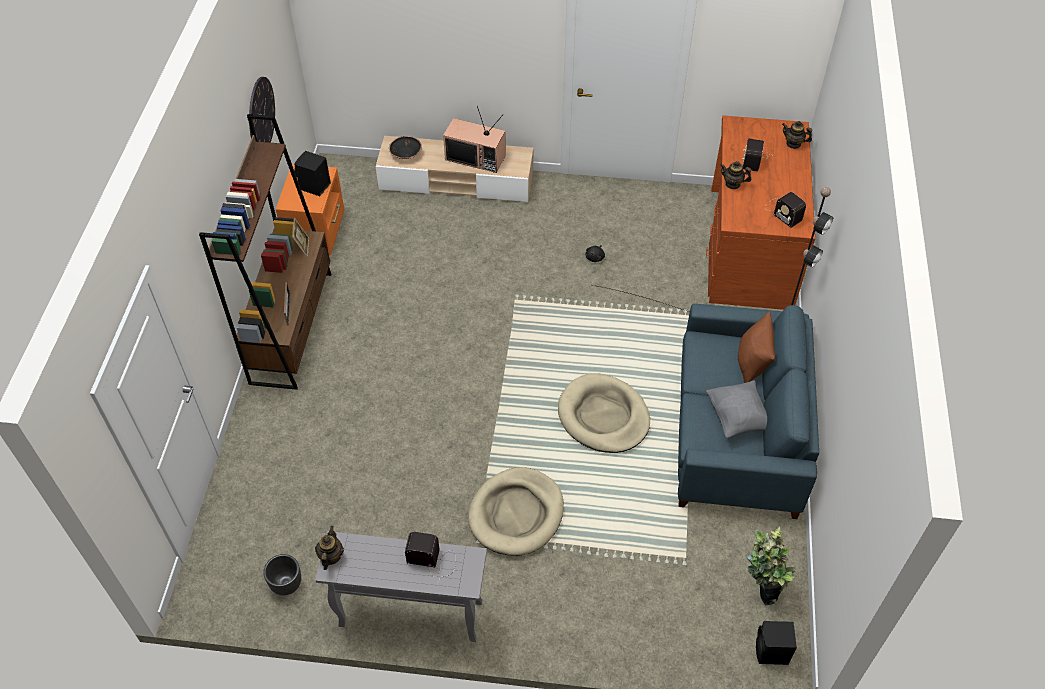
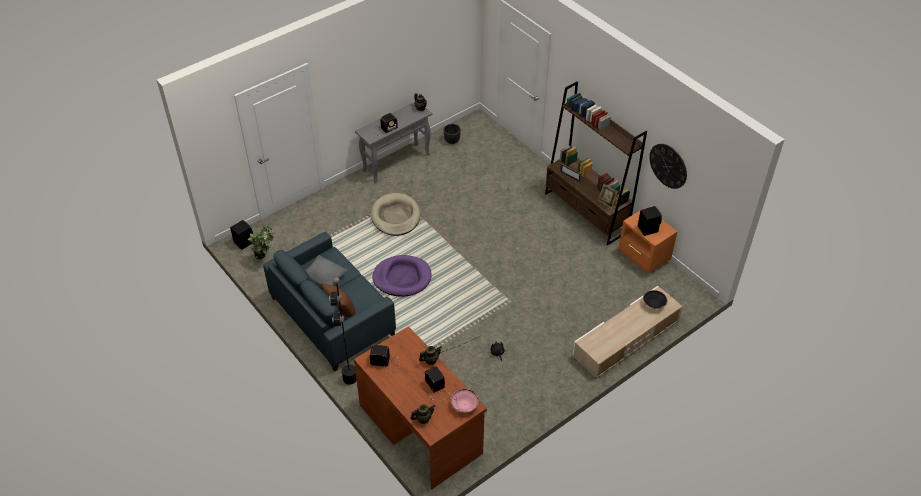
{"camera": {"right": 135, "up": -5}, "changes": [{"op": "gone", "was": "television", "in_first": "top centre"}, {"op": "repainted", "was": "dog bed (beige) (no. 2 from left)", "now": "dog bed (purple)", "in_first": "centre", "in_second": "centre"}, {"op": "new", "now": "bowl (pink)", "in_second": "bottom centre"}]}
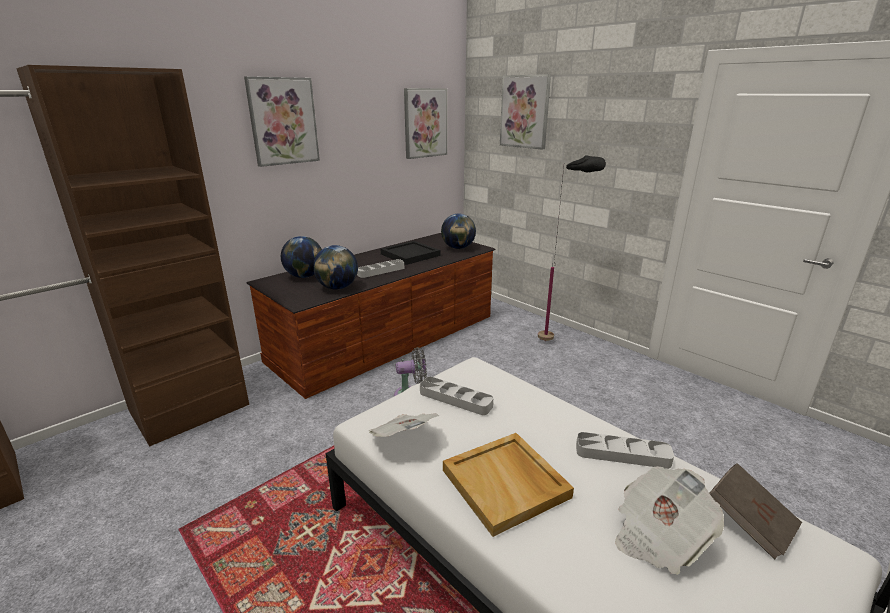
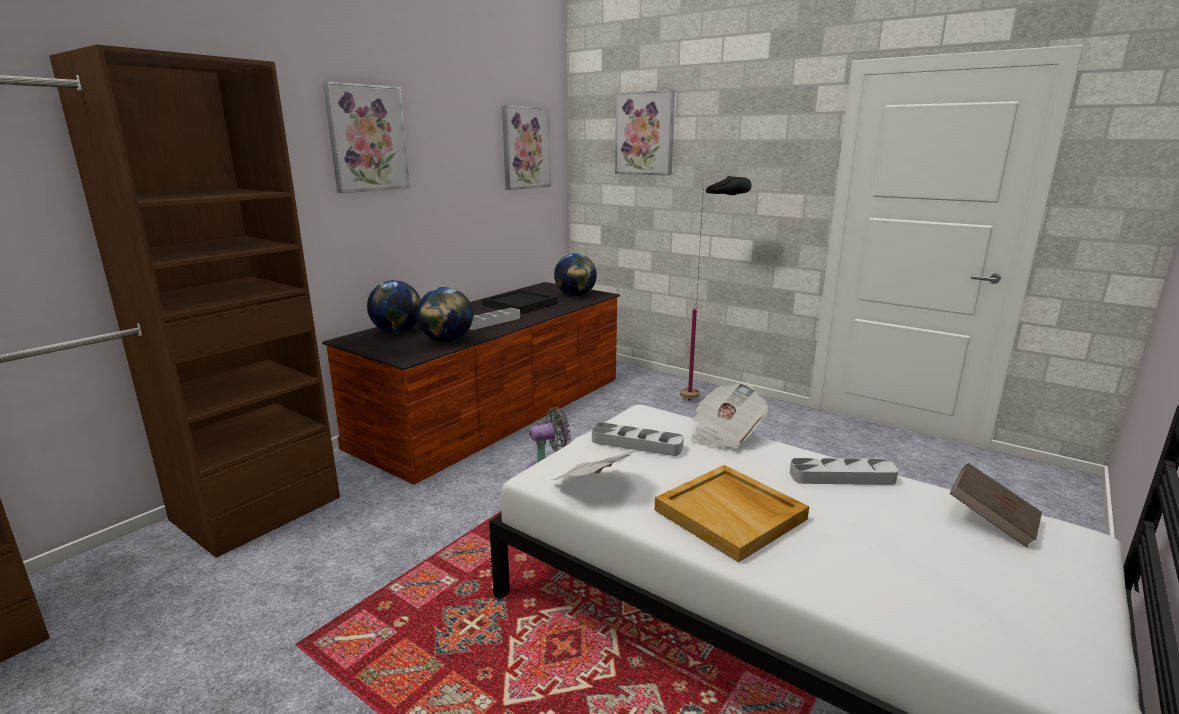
{"camera": {"right": -10, "up": -5}, "changes": [{"op": "shifted", "was": "newspaper (no. 2 from left)", "in_first": "bottom right", "in_second": "centre"}]}
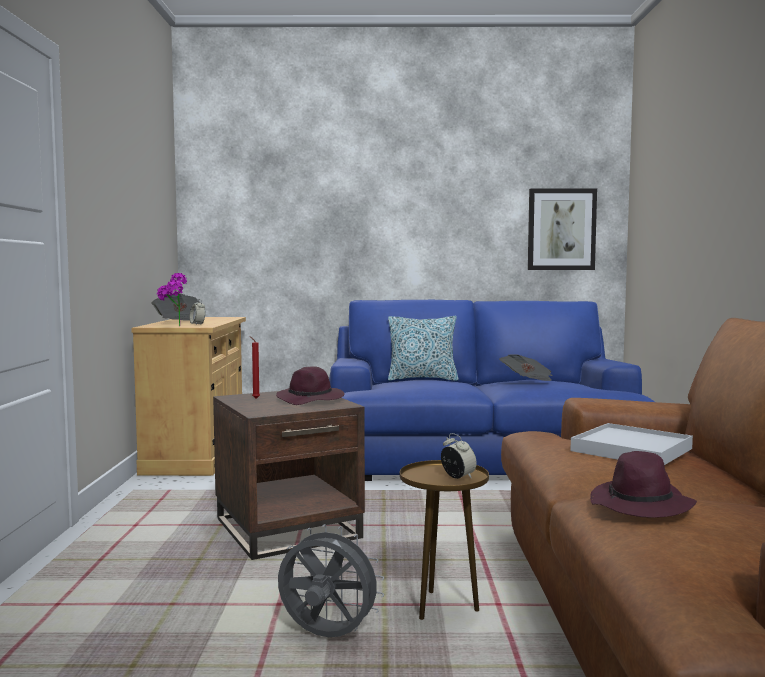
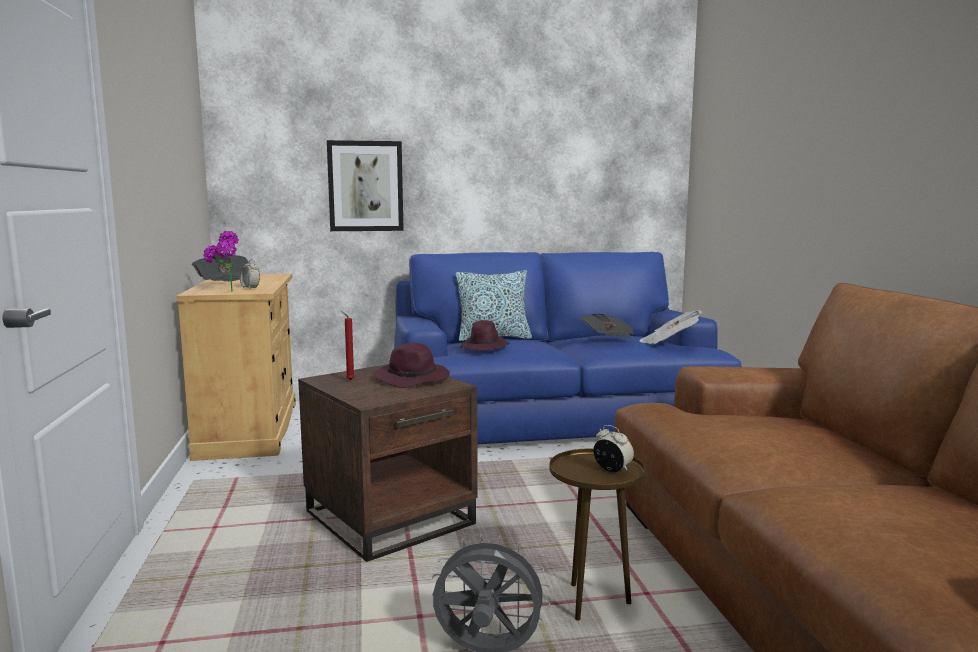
{"camera": {"right": -10, "up": 5}, "changes": [{"op": "shifted", "was": "picture", "in_first": "middle right", "in_second": "top centre"}, {"op": "gone", "was": "tray (white)", "in_first": "middle right"}, {"op": "shifted", "was": "hat (purple) (no. 2 from left)", "in_first": "bottom right", "in_second": "centre"}, {"op": "new", "now": "newspaper (no. 3 from left)", "in_second": "middle right"}]}
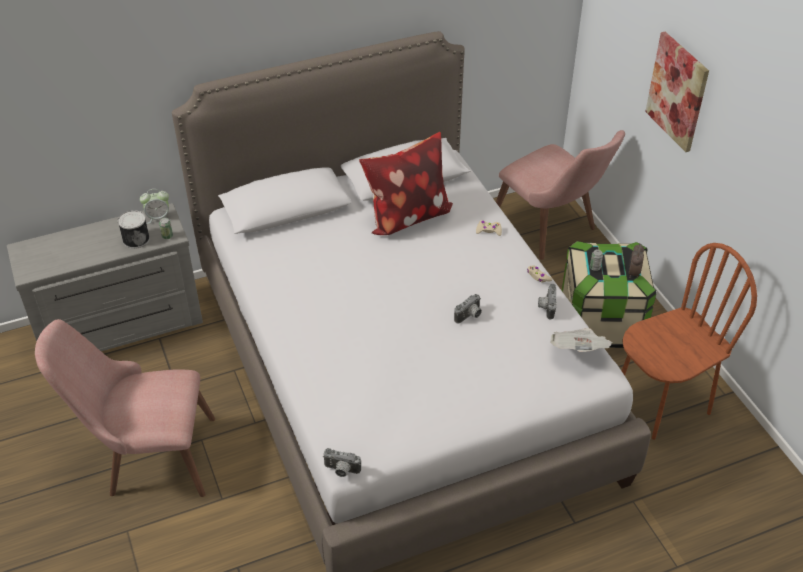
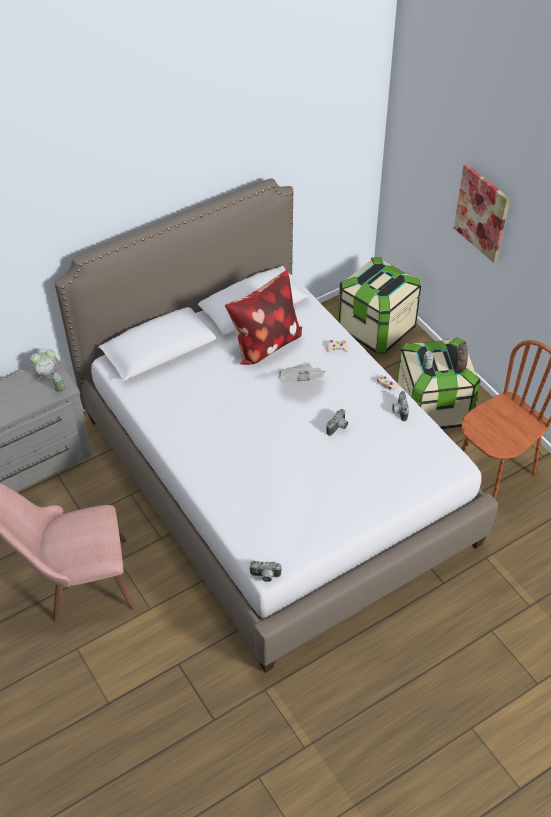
{"camera": {"right": -10, "up": 5}, "changes": [{"op": "gone", "was": "can (no. 1 from left)", "in_first": "middle left"}, {"op": "swapped", "was": "chair (pink) (no. 2 from left)", "now": "storage box (no. 1 from left)", "in_first": "middle right", "in_second": "middle right"}, {"op": "shifted", "was": "newspaper", "in_first": "middle right", "in_second": "centre"}]}
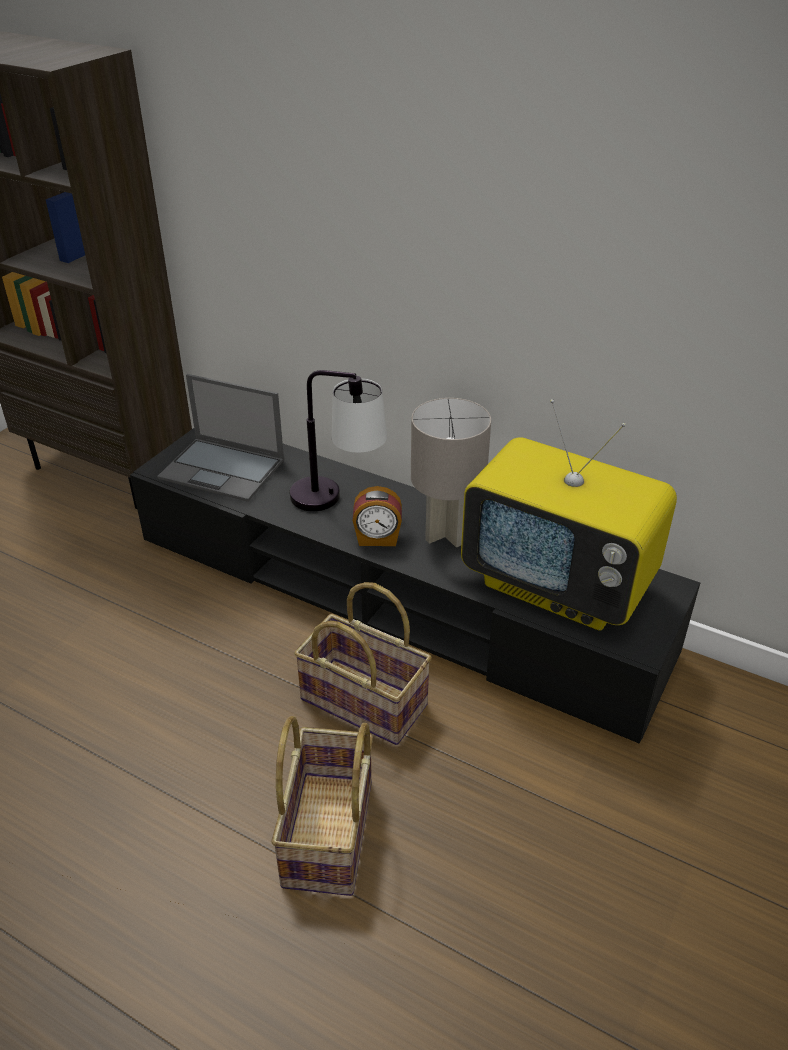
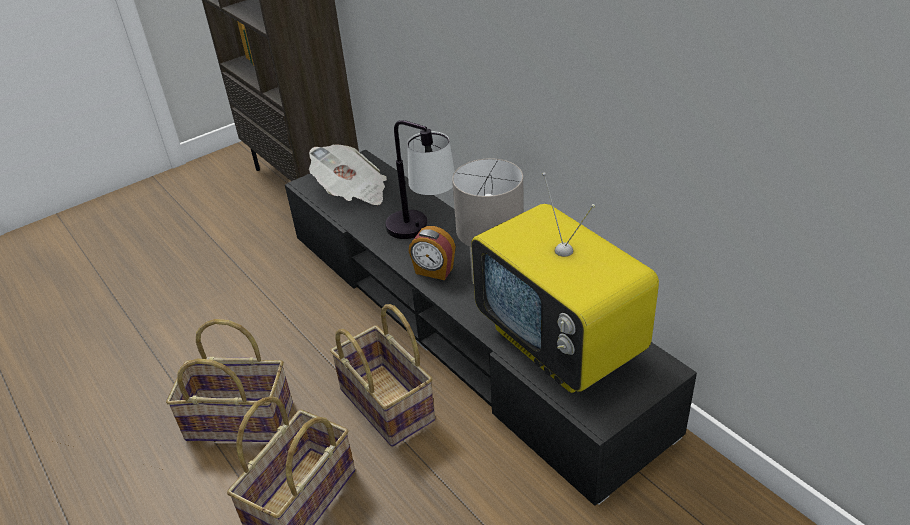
{"camera": {"right": 25, "up": 0}, "changes": [{"op": "swapped", "was": "laptop", "now": "newspaper", "in_first": "middle left", "in_second": "centre"}, {"op": "new", "now": "basket (no. 1 from left)", "in_second": "bottom left"}]}
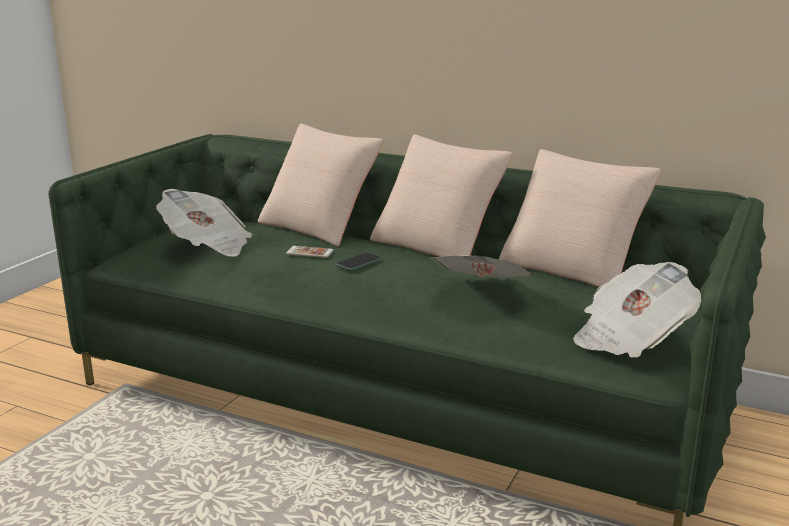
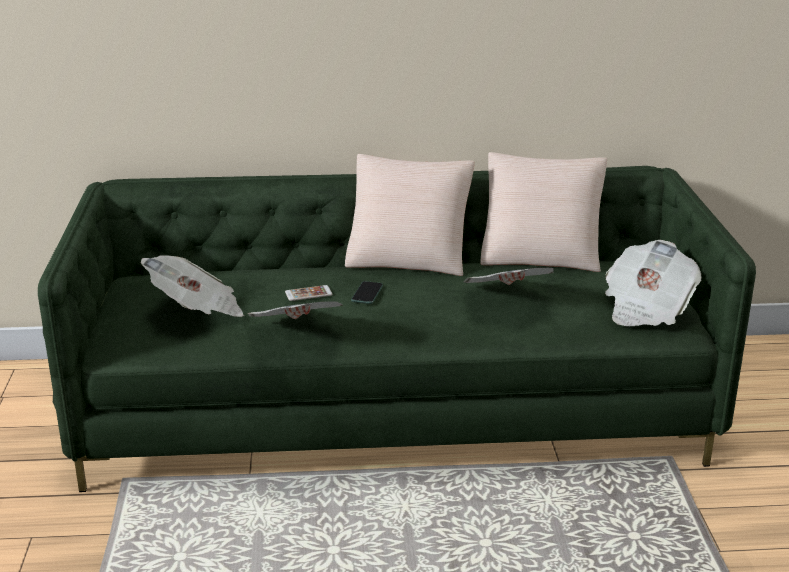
{"camera": {"right": -30, "up": 5}, "changes": [{"op": "gone", "was": "pillow (beige) (no. 1 from left)", "in_first": "centre"}, {"op": "new", "now": "newspaper (no. 2 from left)", "in_second": "centre"}]}
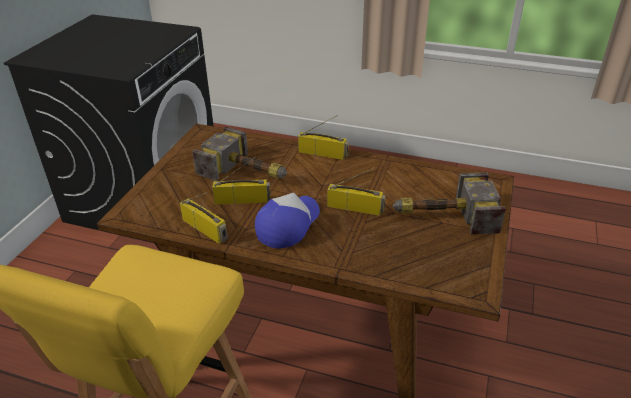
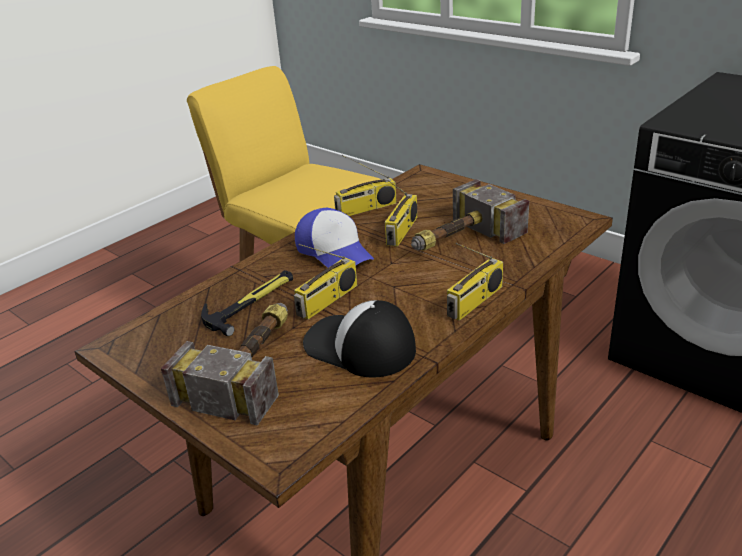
{"camera": {"right": 115, "up": -5}, "changes": [{"op": "new", "now": "hammer (no. 2 from left)", "in_second": "middle left"}, {"op": "new", "now": "cap (no. 2 from left)", "in_second": "centre"}]}
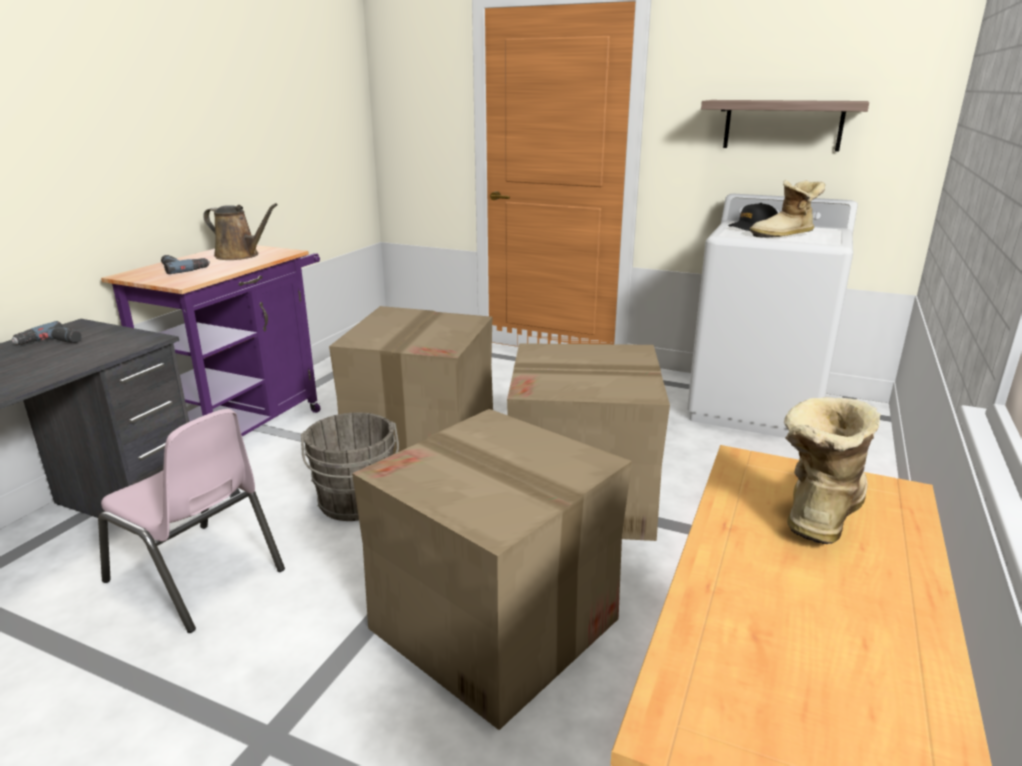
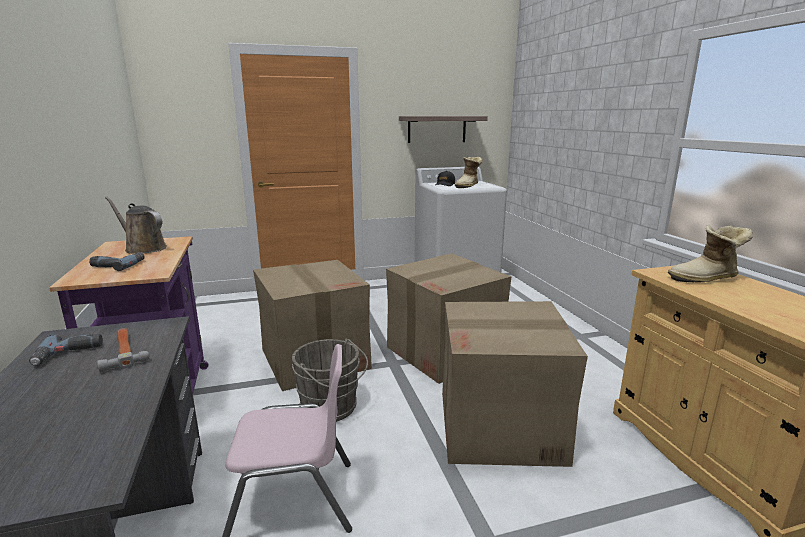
{"camera": {"right": -40, "up": -5}, "changes": [{"op": "rotated", "was": "watering can (brown)", "in_first": "top left", "in_second": "middle left", "clockwise": -135}, {"op": "rotated", "was": "boot (no. 2 from left)", "in_first": "middle right", "in_second": "middle right", "clockwise": -90}, {"op": "new", "now": "hammer", "in_second": "middle left"}]}
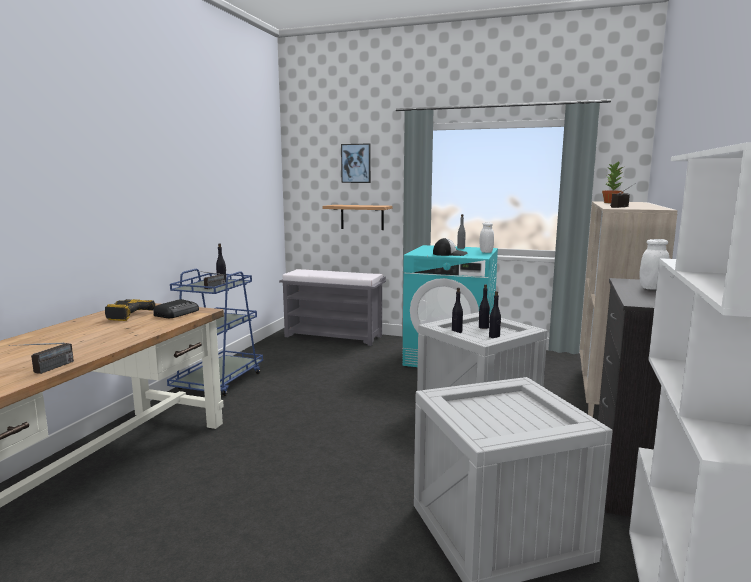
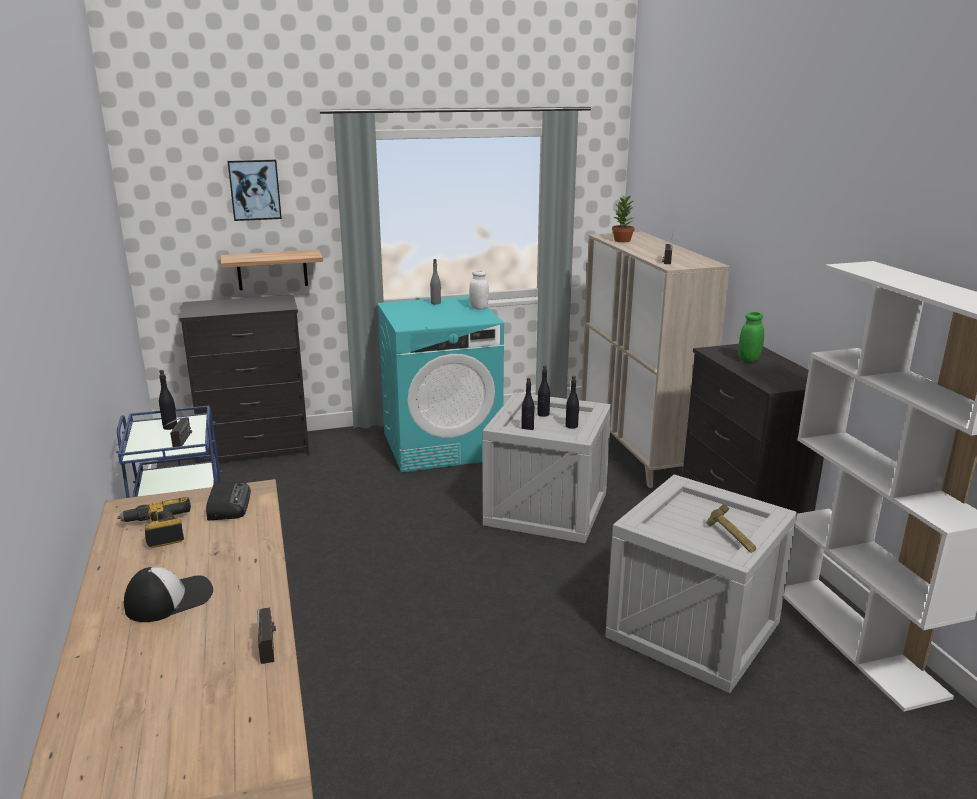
{"camera": {"right": -35, "up": 10}, "changes": [{"op": "swapped", "was": "bench (grey)", "now": "dresser (black) (no. 1 from left)", "in_first": "centre", "in_second": "middle left"}, {"op": "shifted", "was": "cap", "in_first": "centre", "in_second": "bottom left"}, {"op": "repainted", "was": "jar (white) (no. 2 from left)", "now": "jar (green)", "in_first": "middle right", "in_second": "middle right"}, {"op": "new", "now": "hammer", "in_second": "middle right"}]}
